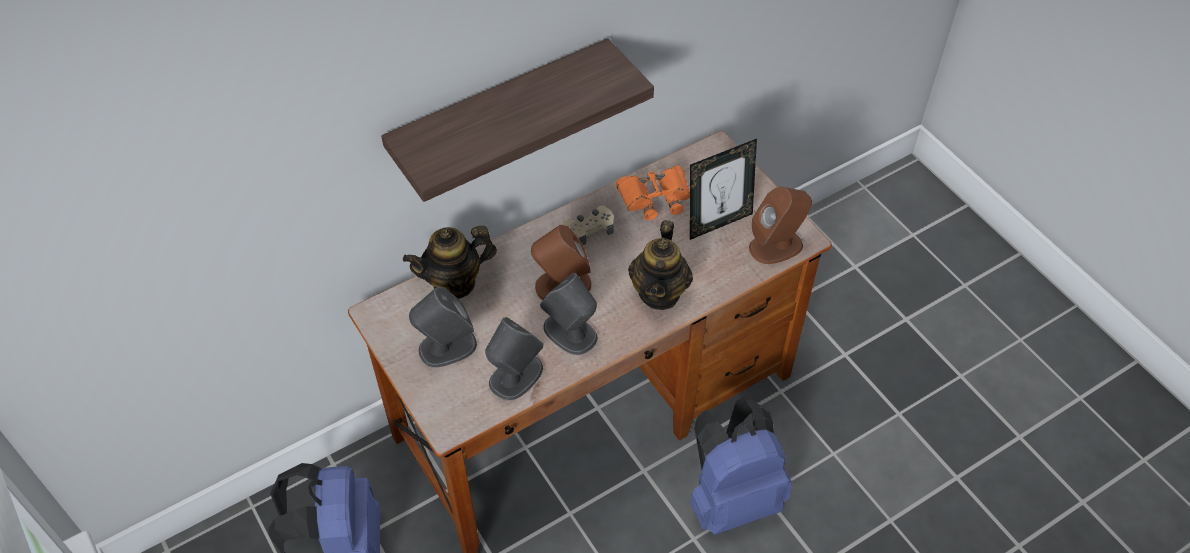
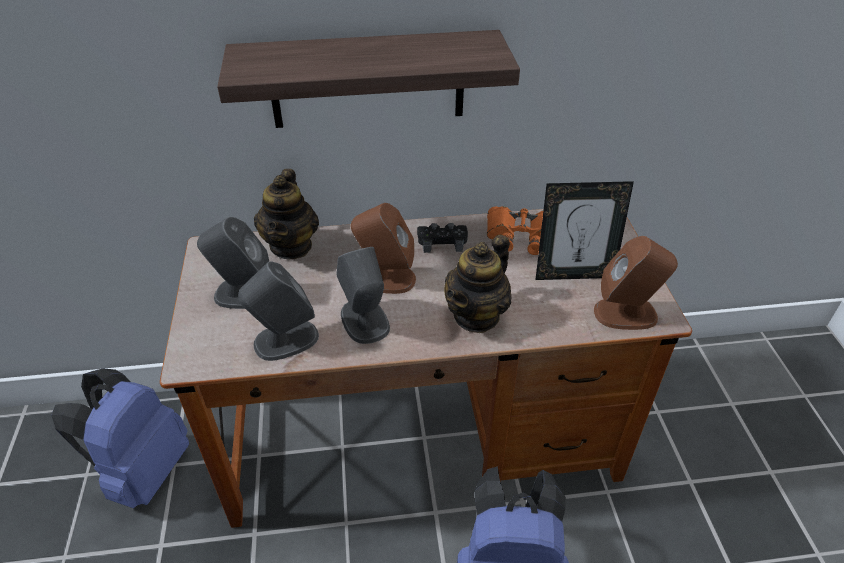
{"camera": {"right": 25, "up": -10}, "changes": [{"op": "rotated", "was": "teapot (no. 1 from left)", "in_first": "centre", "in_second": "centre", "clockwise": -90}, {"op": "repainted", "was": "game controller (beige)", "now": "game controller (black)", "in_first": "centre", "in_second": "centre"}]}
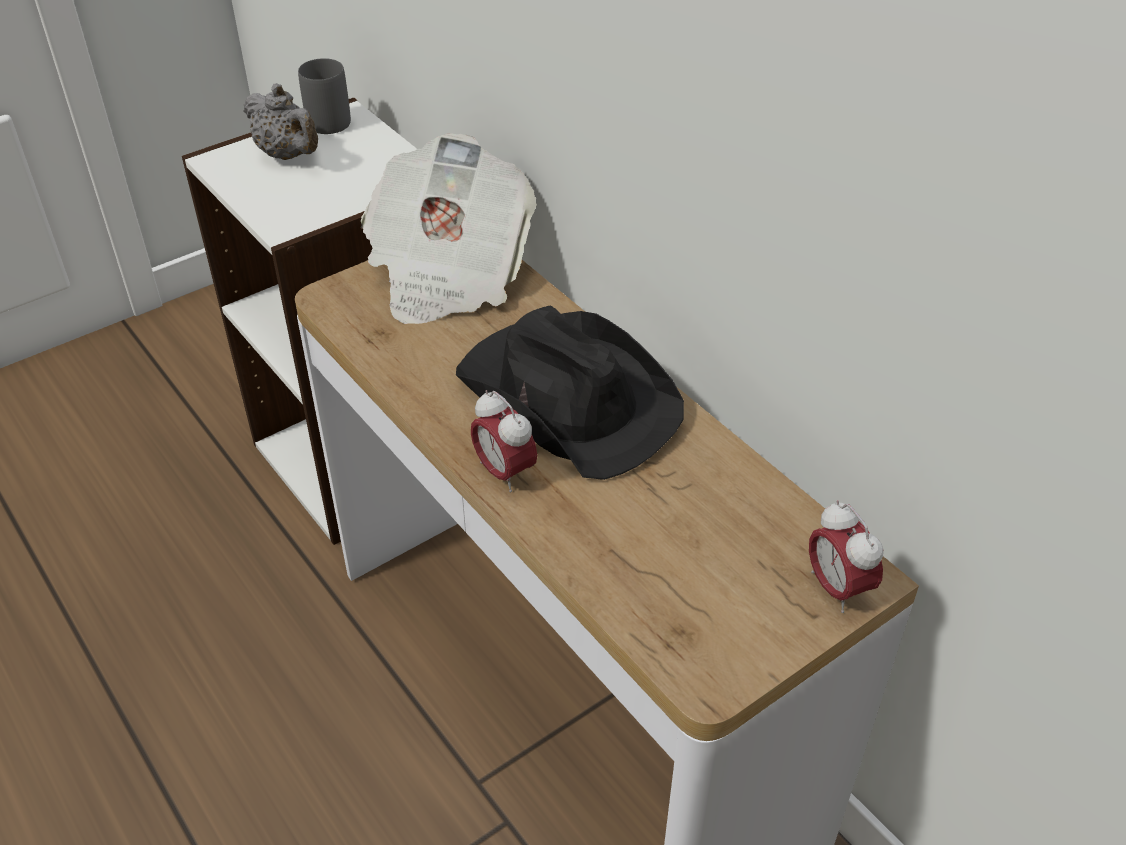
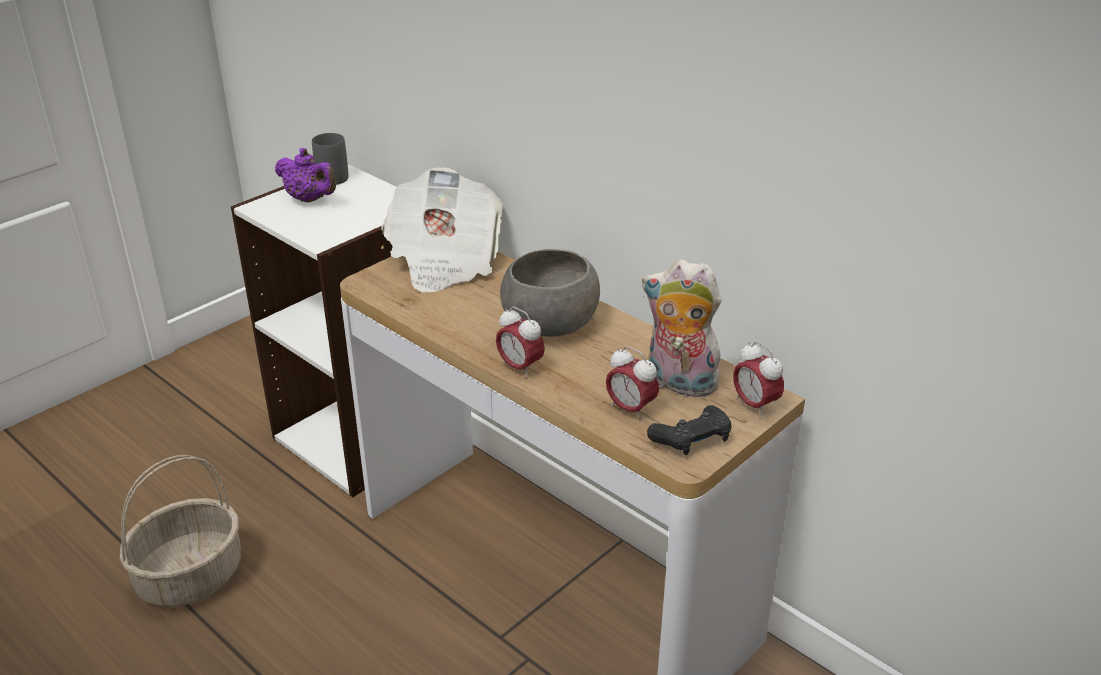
{"camera": {"right": -10, "up": -10}, "changes": [{"op": "repainted", "was": "teapot (grey)", "now": "teapot (purple)", "in_first": "top left", "in_second": "top left"}, {"op": "swapped", "was": "hat (black)", "now": "bowl (grey)", "in_first": "centre", "in_second": "centre"}, {"op": "new", "now": "basket", "in_second": "bottom left"}, {"op": "new", "now": "alarm clock (no. 2 from left)", "in_second": "centre"}, {"op": "new", "now": "plush toy", "in_second": "centre"}, {"op": "new", "now": "game controller (black)", "in_second": "centre"}]}
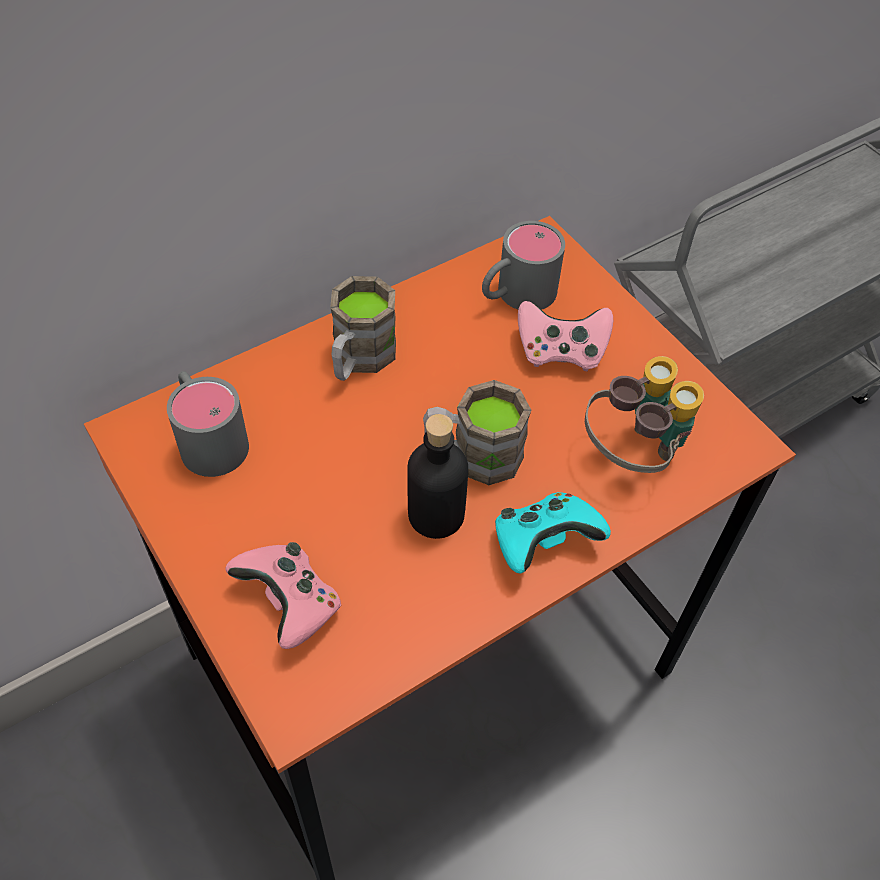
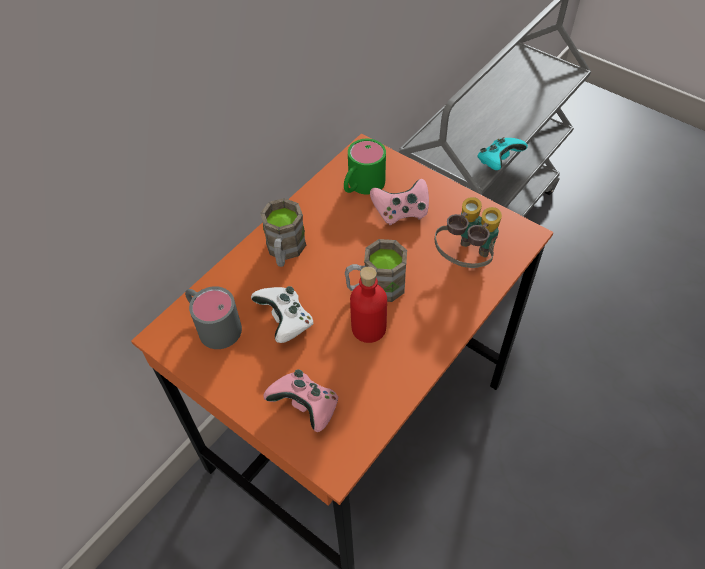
{"camera": {"right": -15, "up": 0}, "changes": [{"op": "repainted", "was": "bottle (black)", "now": "bottle (red)", "in_first": "centre", "in_second": "centre"}, {"op": "repainted", "was": "mug (grey) (no. 2 from left)", "now": "mug (green)", "in_first": "top centre", "in_second": "top centre"}, {"op": "shifted", "was": "game controller (turquoise)", "in_first": "centre", "in_second": "top right"}, {"op": "new", "now": "game controller (white)", "in_second": "centre"}]}
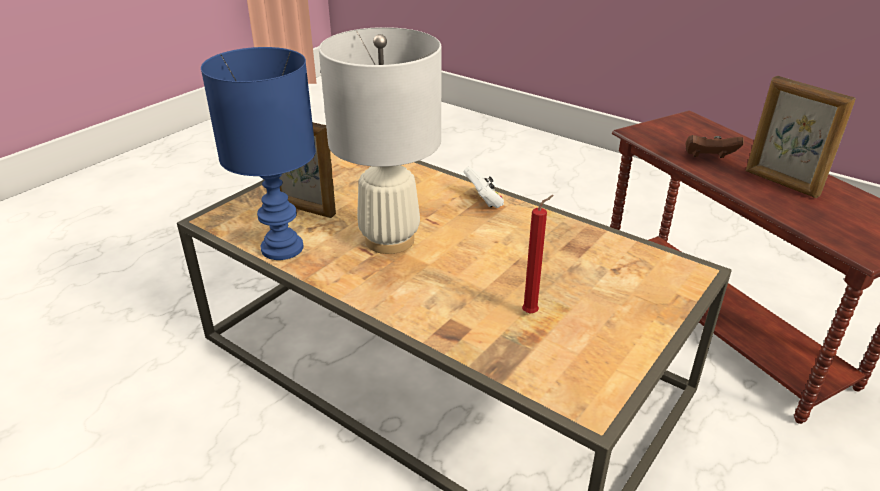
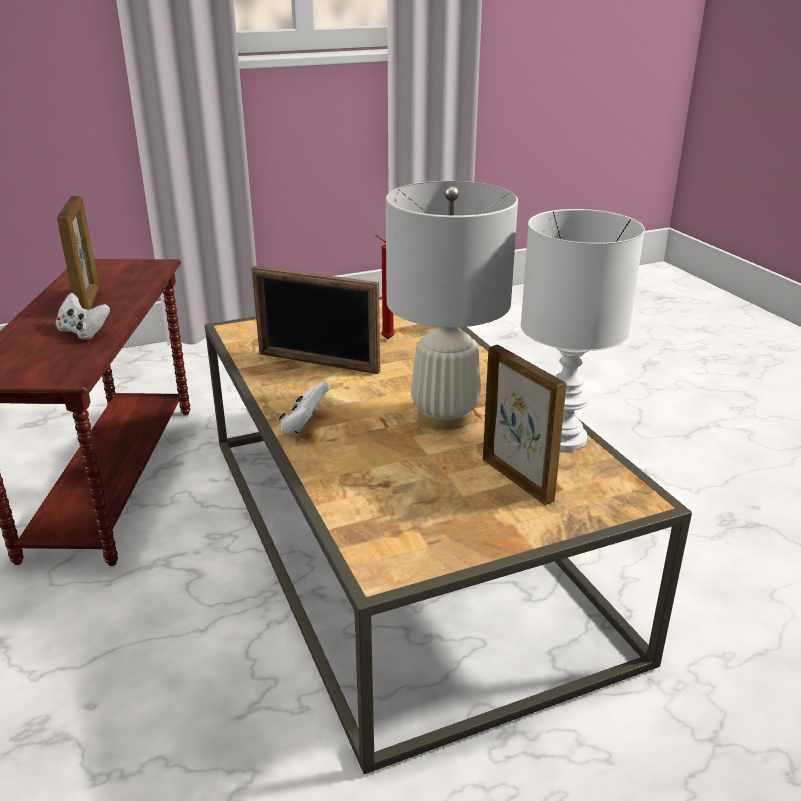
{"camera": {"right": -150, "up": -5}, "changes": [{"op": "repainted", "was": "table lamp (blue)", "now": "table lamp (white) (no. 2 from left)", "in_first": "top left", "in_second": "middle right"}, {"op": "repainted", "was": "game controller (brown)", "now": "game controller (white) (no. 1 from left)", "in_first": "top right", "in_second": "middle left"}, {"op": "new", "now": "picture frame (no. 2 from left)", "in_second": "centre"}]}
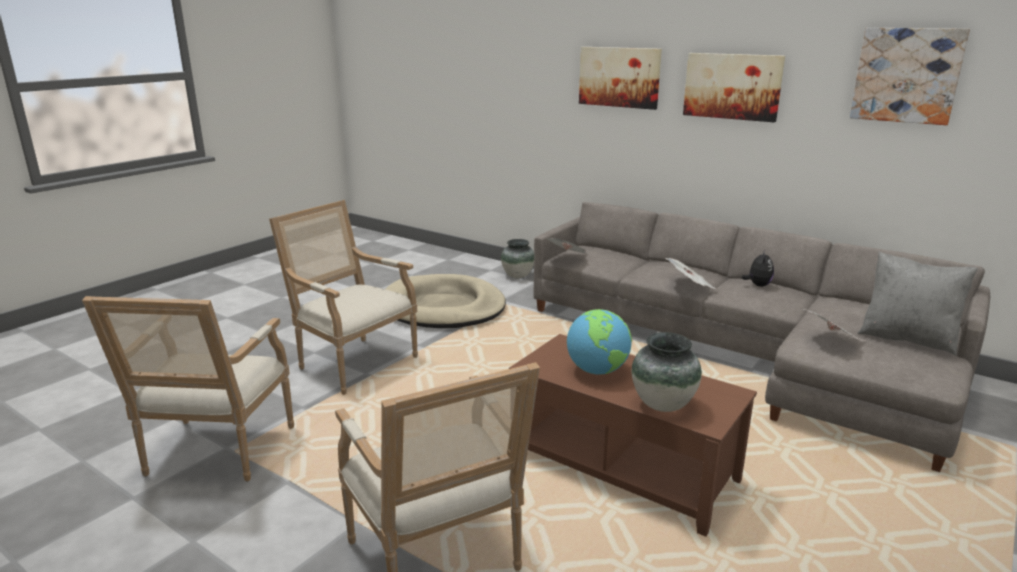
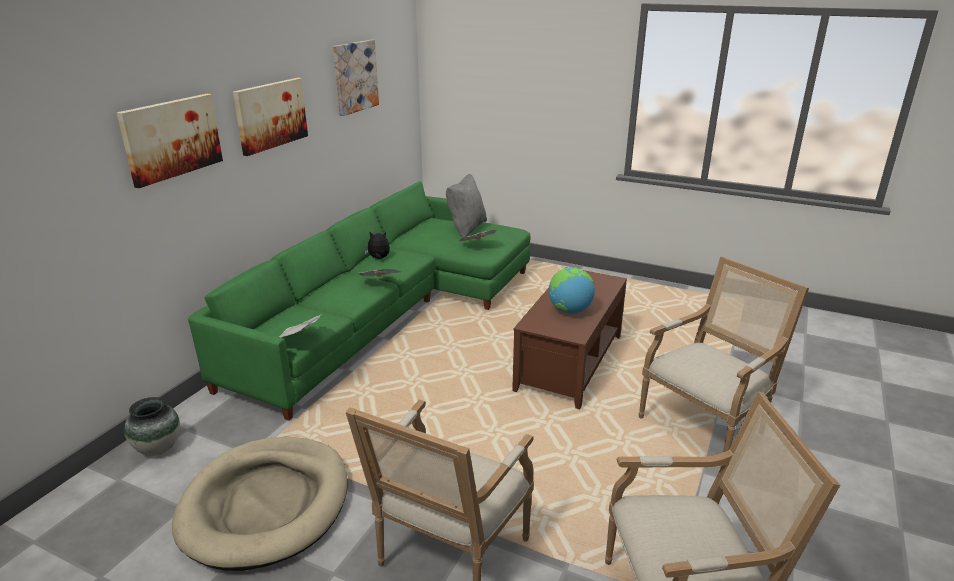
{"camera": {"right": -100, "up": 5}, "changes": [{"op": "repainted", "was": "sofa (grey)", "now": "sofa (green)", "in_first": "middle right", "in_second": "centre"}, {"op": "gone", "was": "vase (no. 2 from left)", "in_first": "centre"}]}
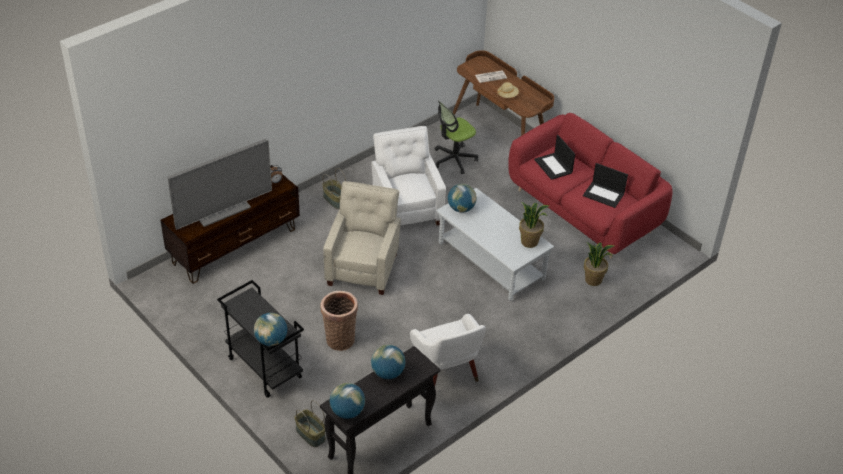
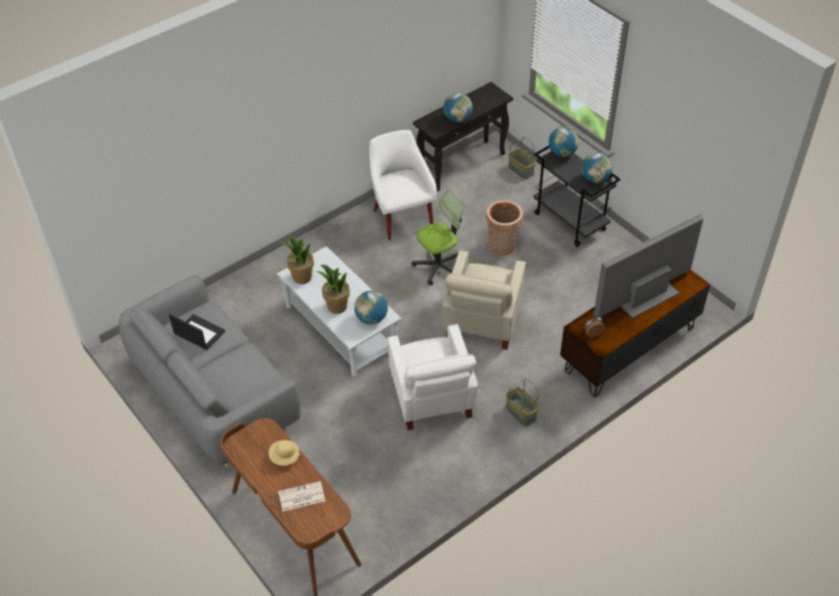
{"camera": {"right": -175, "up": 5}, "changes": [{"op": "shifted", "was": "globe (no. 2 from left in the first image)", "now": "globe (no. 4 from left)", "in_first": "bottom centre", "in_second": "top right"}, {"op": "shifted", "was": "office chair", "in_first": "top centre", "in_second": "centre"}, {"op": "repainted", "was": "sofa (red)", "now": "sofa (grey)", "in_first": "middle right", "in_second": "middle left"}, {"op": "gone", "was": "laptop (no. 1 from left)", "in_first": "top centre"}, {"op": "shifted", "was": "potted plant (no. 2 from left)", "in_first": "middle right", "in_second": "centre"}]}
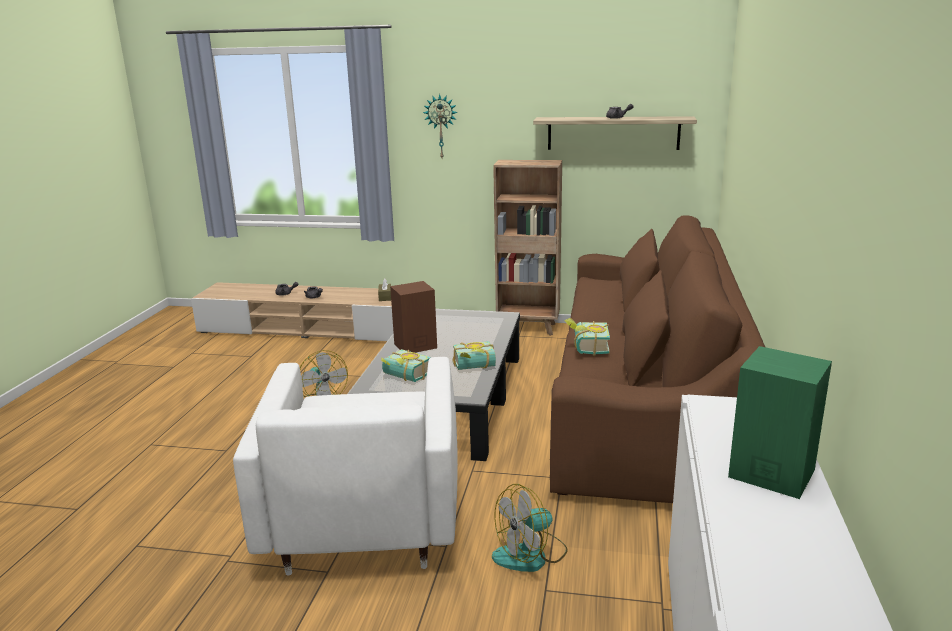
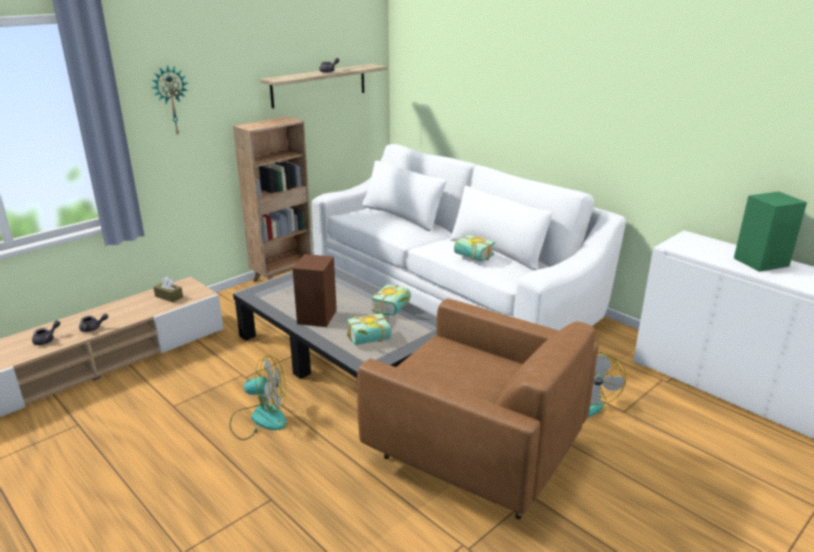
{"camera": {"right": -55, "up": 5}, "changes": [{"op": "repainted", "was": "armchair (white)", "now": "armchair (brown)", "in_first": "bottom centre", "in_second": "bottom centre"}, {"op": "repainted", "was": "sofa (brown)", "now": "sofa (white)", "in_first": "middle right", "in_second": "centre"}]}
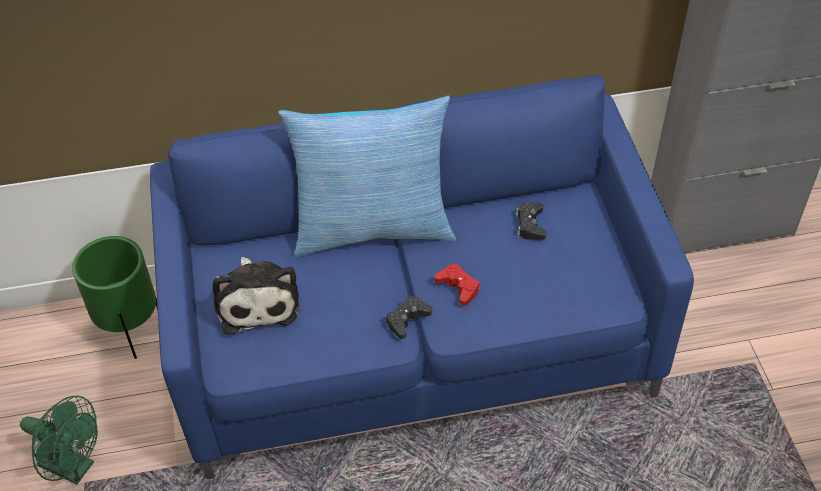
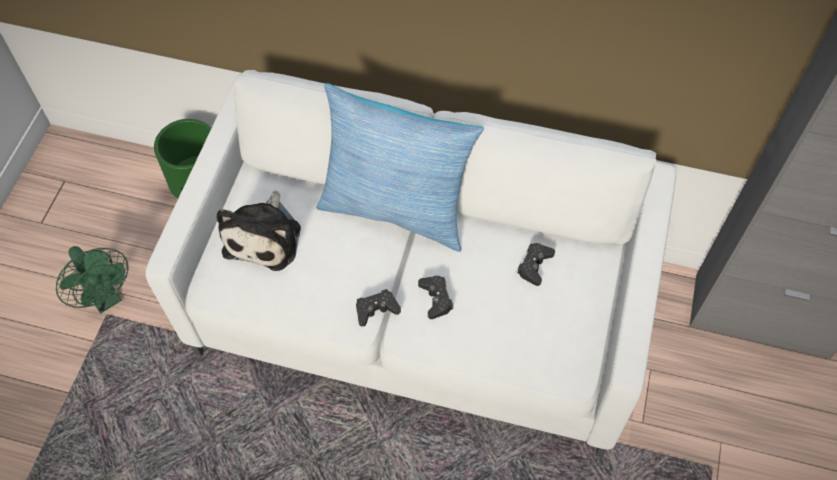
{"camera": {"right": 25, "up": 10}, "changes": [{"op": "repainted", "was": "sofa (blue)", "now": "sofa (white)", "in_first": "centre", "in_second": "centre"}, {"op": "repainted", "was": "game controller (red)", "now": "game controller (black) (no. 2 from left)", "in_first": "centre", "in_second": "centre"}]}
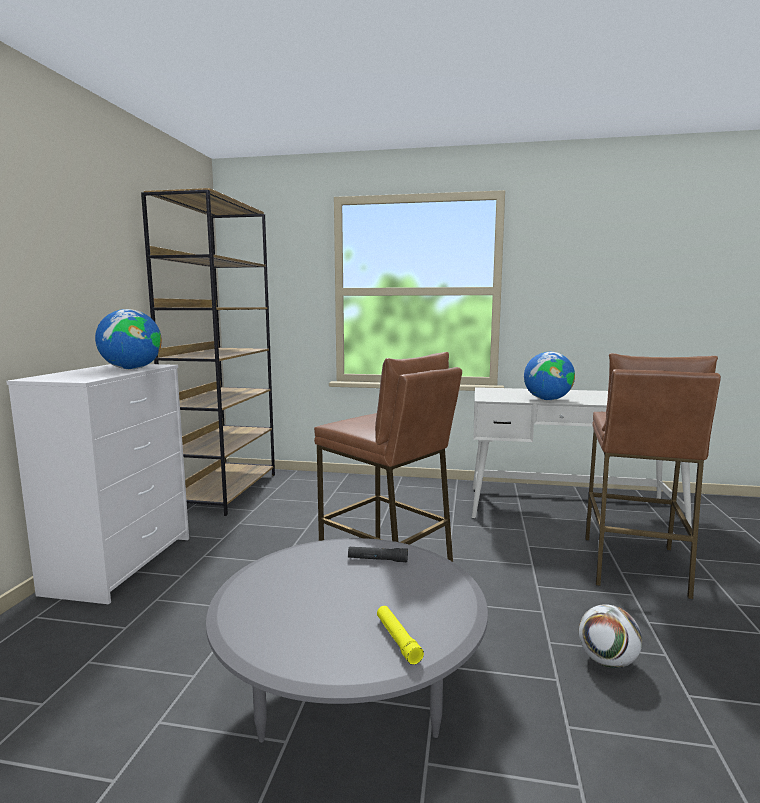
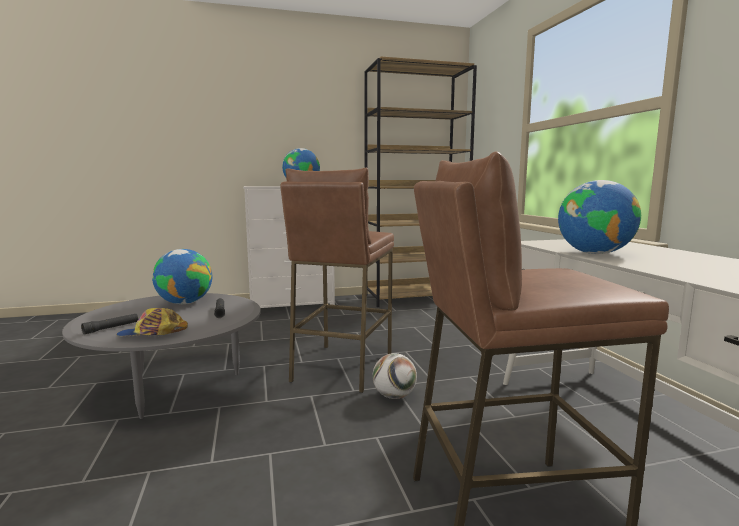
{"camera": {"right": 65, "up": 0}, "changes": [{"op": "repainted", "was": "flashlight (yellow)", "now": "flashlight (black) (no. 1 from left)", "in_first": "bottom centre", "in_second": "middle left"}, {"op": "shifted", "was": "football", "in_first": "bottom right", "in_second": "bottom centre"}, {"op": "new", "now": "cap", "in_second": "middle left"}, {"op": "new", "now": "globe (no. 1 from left)", "in_second": "middle left"}]}
